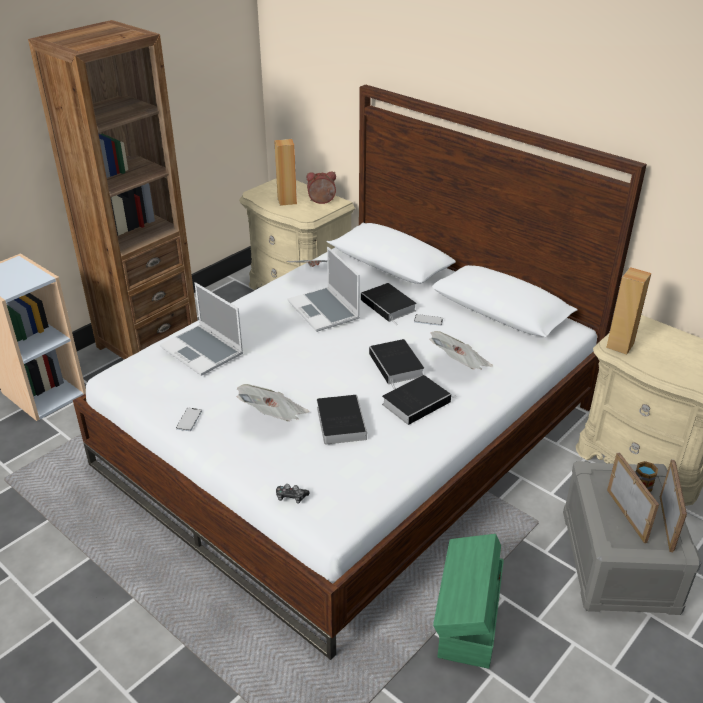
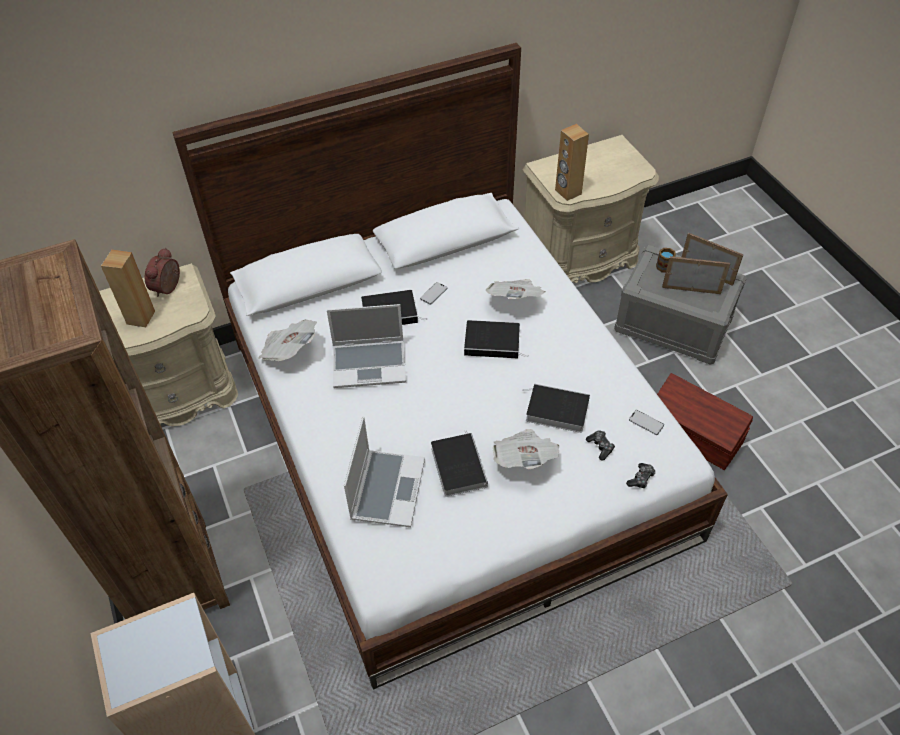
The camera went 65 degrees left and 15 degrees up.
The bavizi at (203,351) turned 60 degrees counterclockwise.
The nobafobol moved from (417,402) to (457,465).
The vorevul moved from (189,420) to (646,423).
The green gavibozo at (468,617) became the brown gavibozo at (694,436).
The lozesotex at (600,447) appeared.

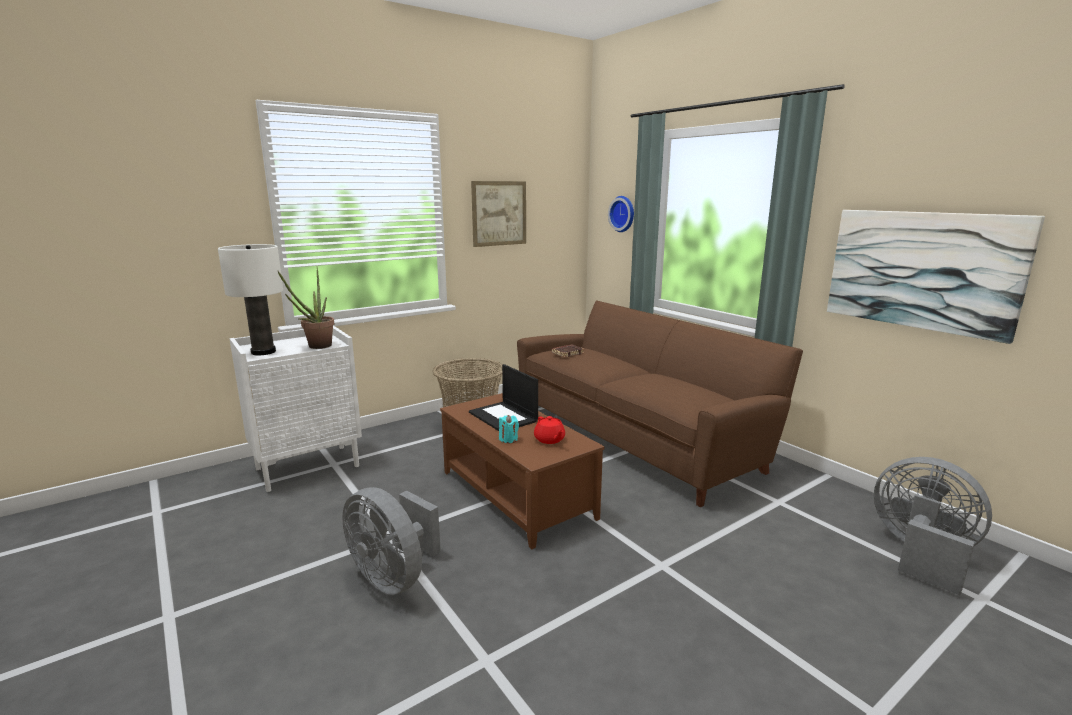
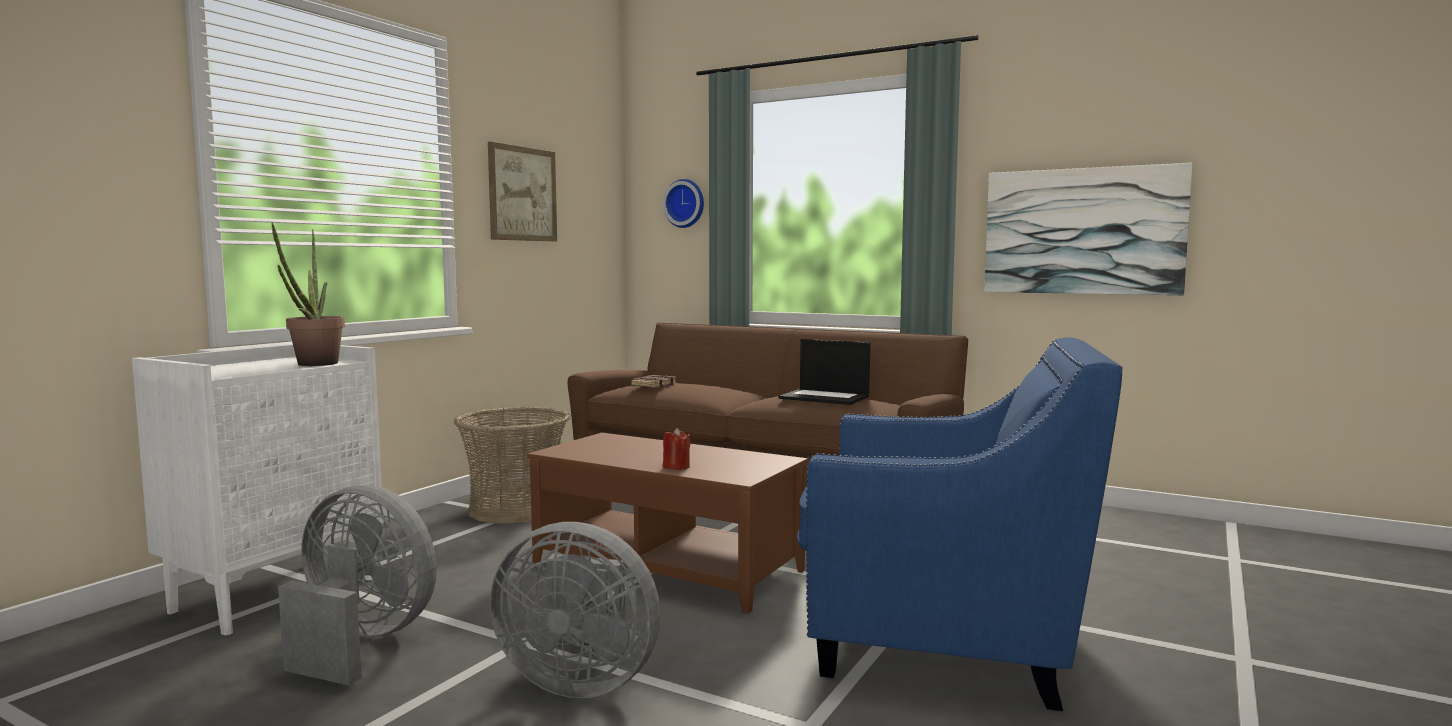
The camera went 25 degrees left and 10 degrees down.
The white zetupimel at (263,352) disappeared.
The bavizi moved from (504,417) to (825,397).
The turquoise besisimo at (508,439) became the red besisimo at (676,466).
The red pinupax at (549,440) disappeared.
The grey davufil moved from (920,554) to (361,642).
The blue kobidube at (944,640) appeared.

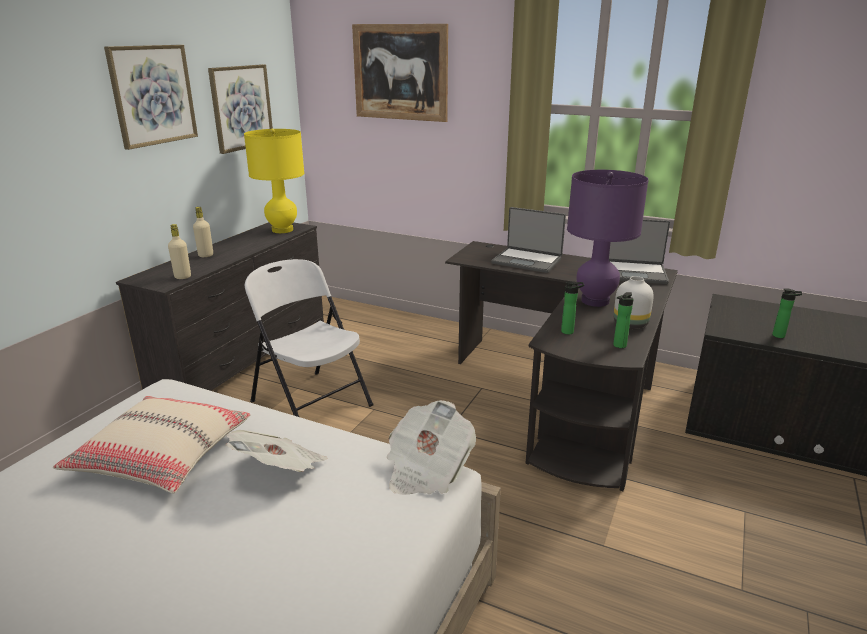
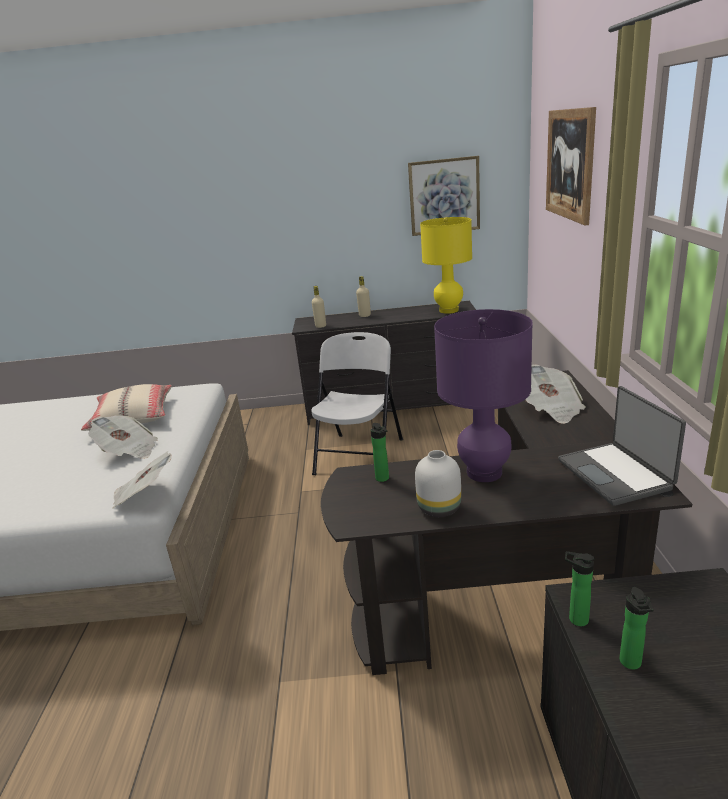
The camera went 65 degrees right and 0 degrees up.
The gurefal at (153,95) disappeared.
The bavizi at (527,261) was replaced by the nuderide at (551,409).
The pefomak moved from (618,346) to (575,619).

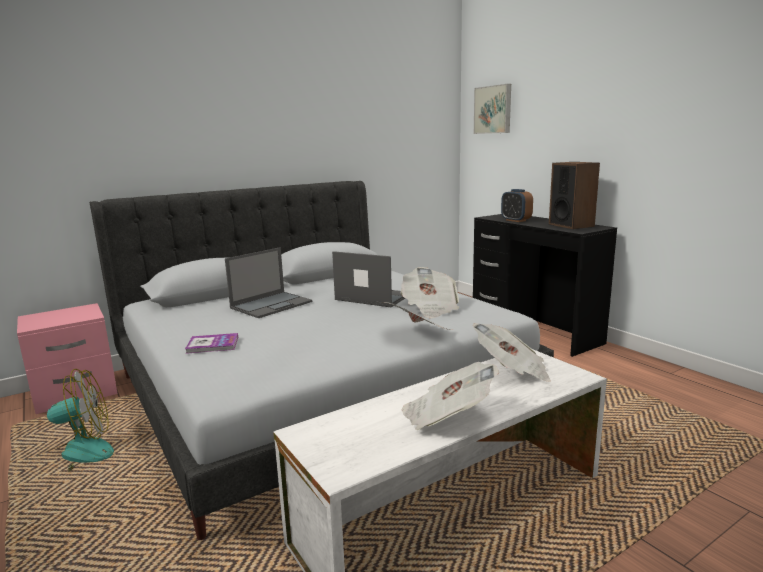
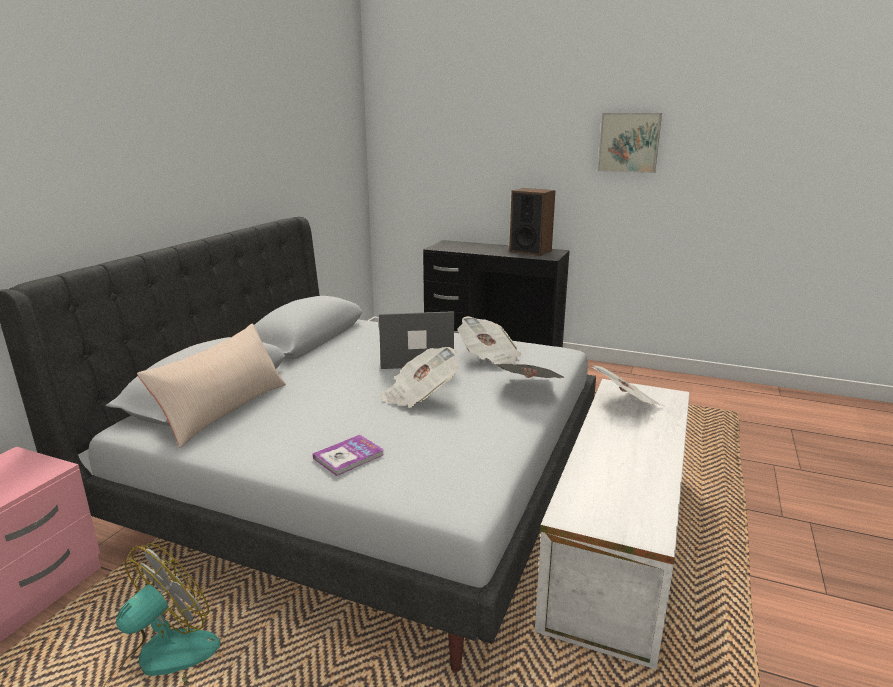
The camera went 35 degrees left and 5 degrees up.
The gurefal moved from (493,109) to (629,142).
The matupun at (516,220) disappeared.
The bavizi at (272,304) disappeared.
The nuderide moved from (447,417) to (419,395).
The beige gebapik at (224,410) appeared.

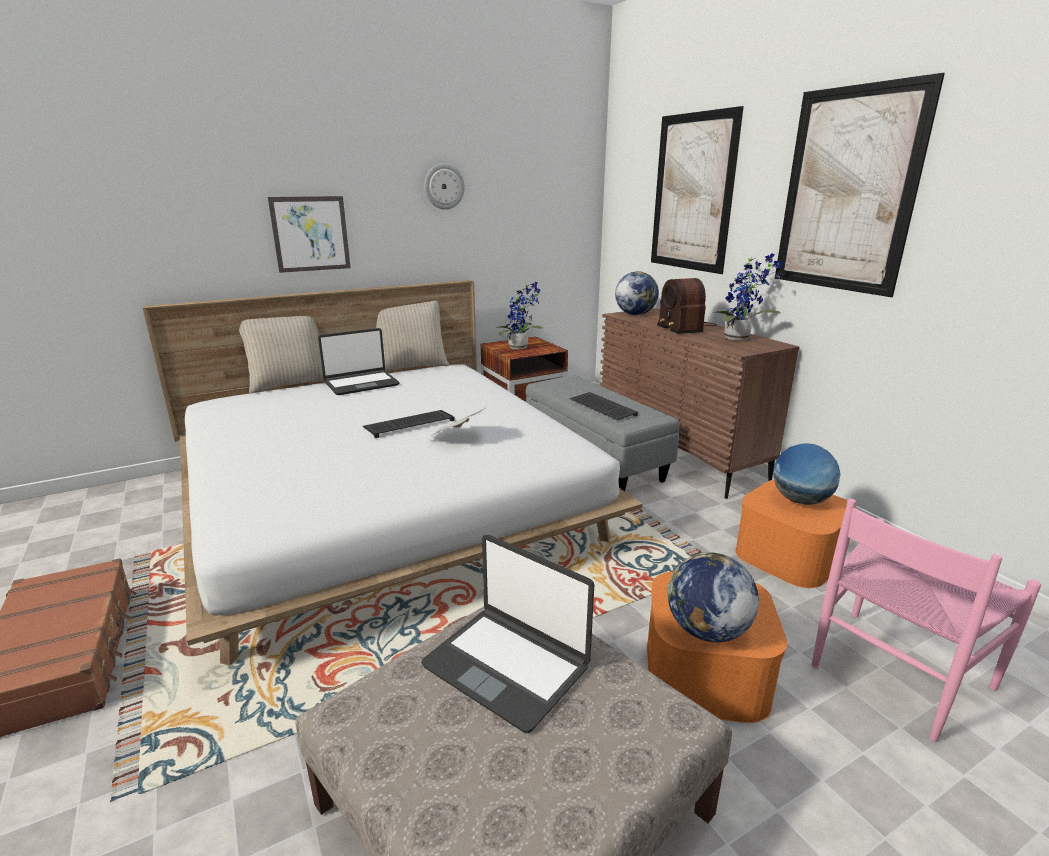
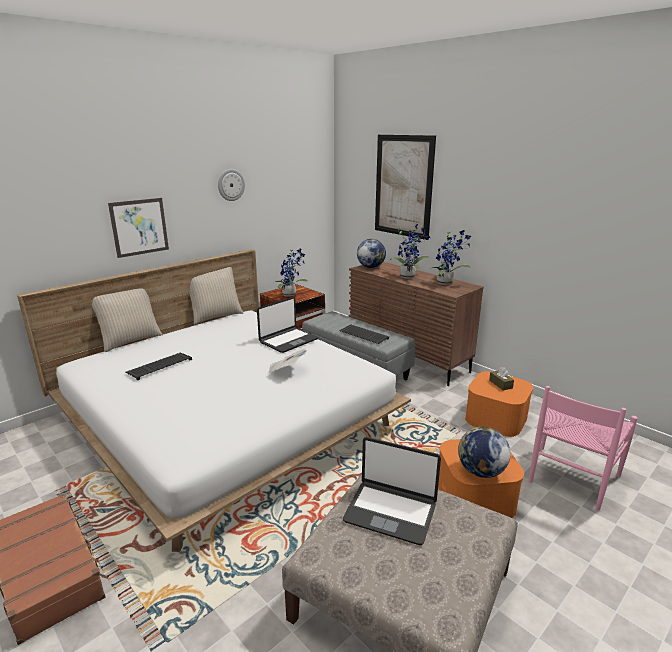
The camera went 15 degrees left and 0 degrees up.
The gurefal at (847,191) disappeared.
The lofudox at (684,327) was replaced by the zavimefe at (408,276).
The bavizi moved from (361,384) to (288,340).
The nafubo moved from (410,424) to (160,366).
The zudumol at (800,500) was replaced by the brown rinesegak at (500,384).

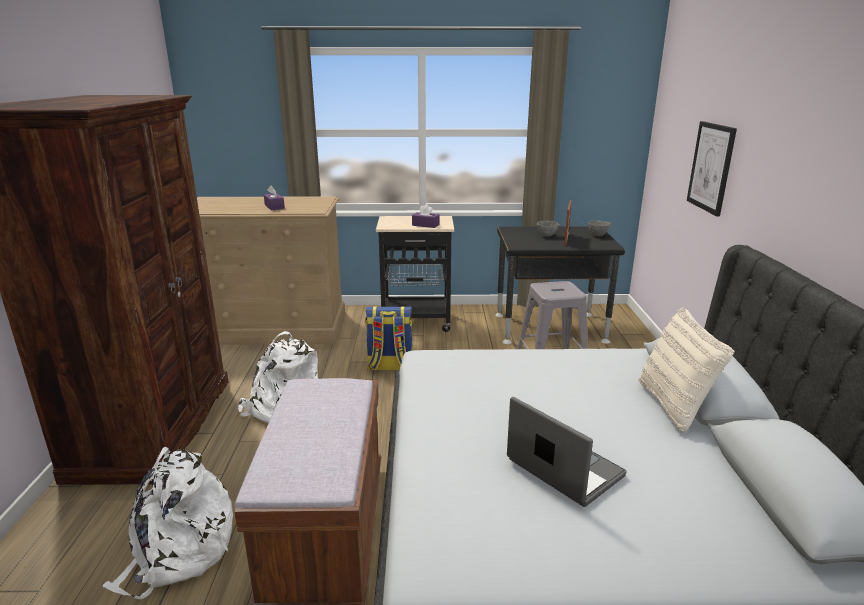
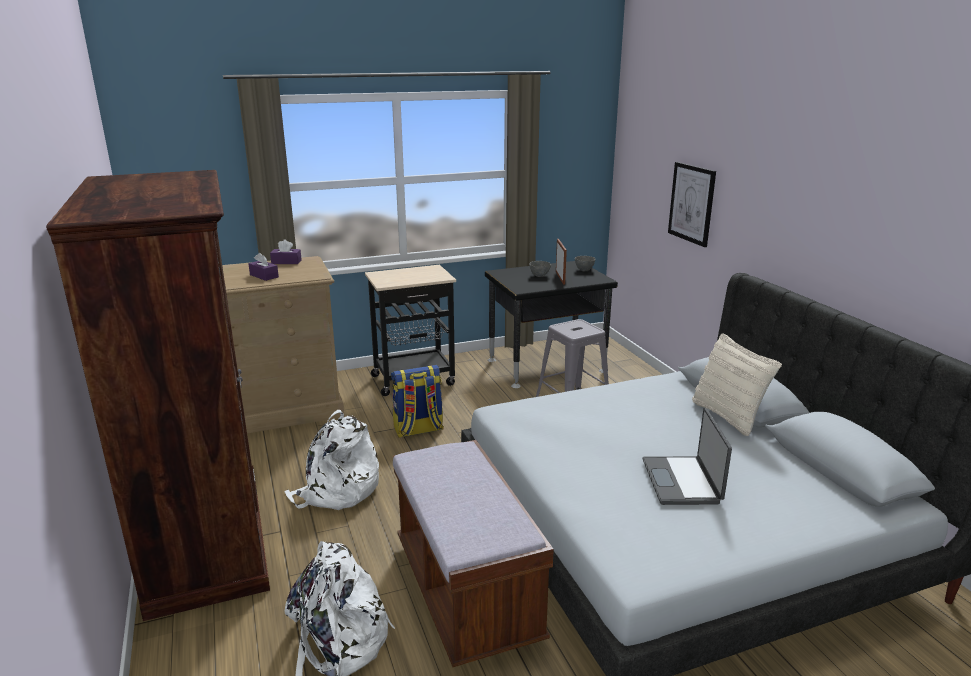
The camera went 20 degrees left and 0 degrees up.
The purple rinesegak moved from (425,225) to (286,262).
The bavizi at (563,469) turned 120 degrees counterclockwise.

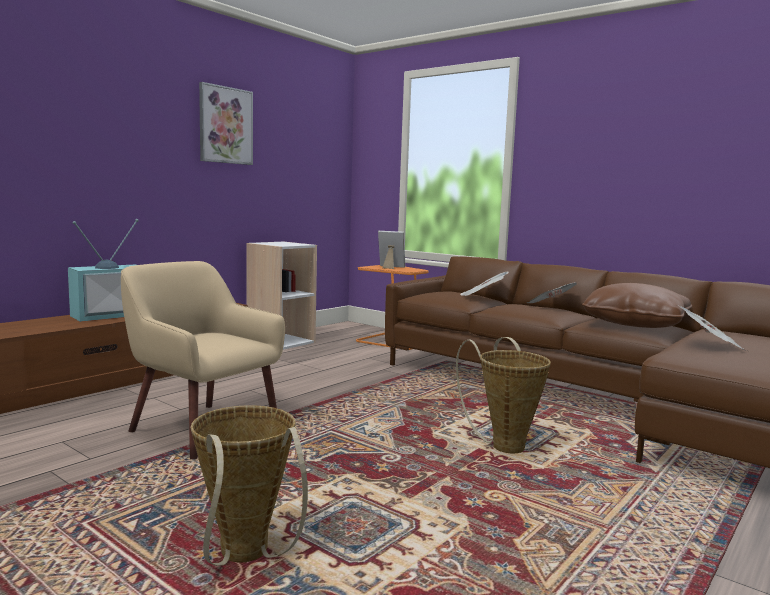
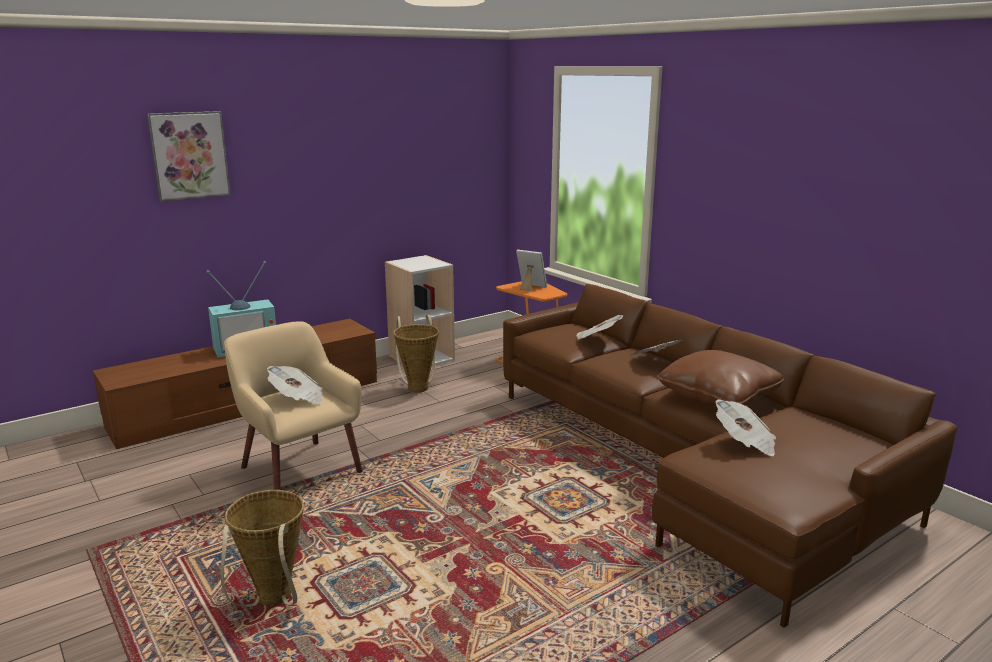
The camera went 15 degrees right and 10 degrees up.
The gurefal moved from (225,125) to (189,155).
The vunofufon moved from (504,445) to (418,386).
The nuderide at (298,398) appeared.

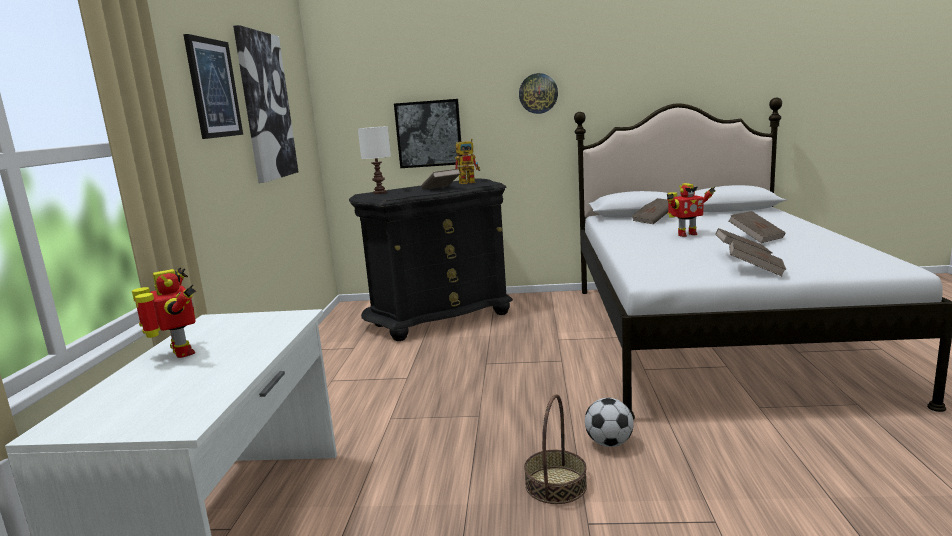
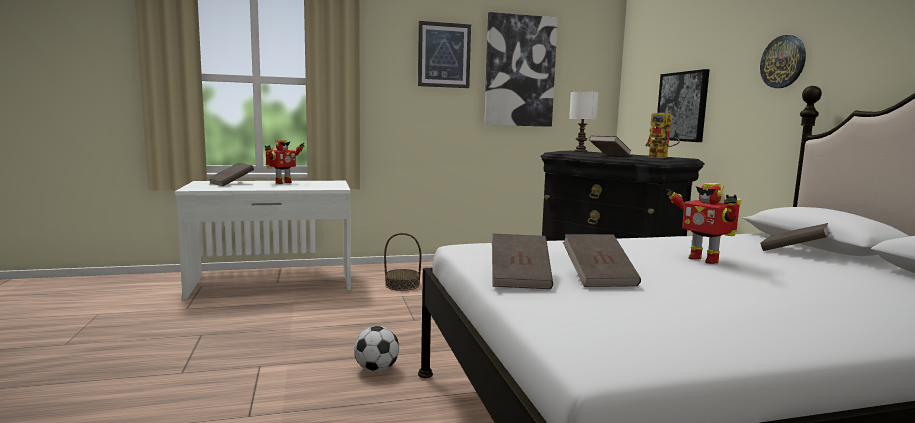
The camera went 70 degrees right and 5 degrees down.
The brown nobafobol moved from (756,238) to (231,183).
The vunofufon moved from (555,485) to (402,285).

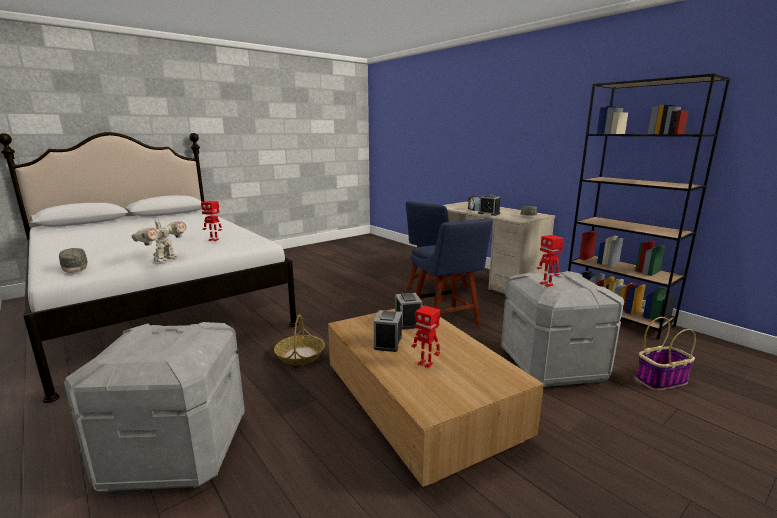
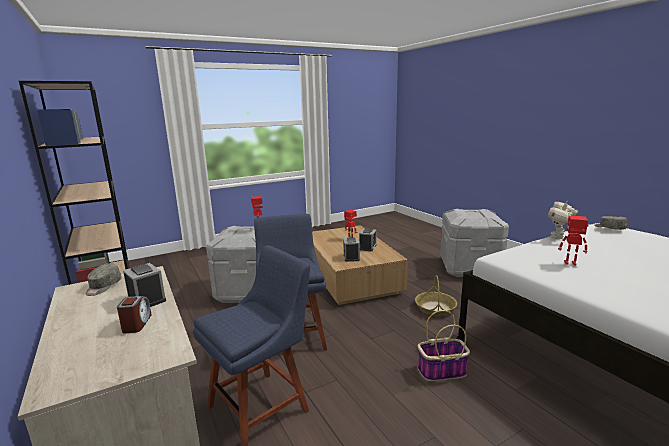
The camera went 170 degrees left and 0 degrees up.
The vunofufon moved from (661,380) to (441,371).

